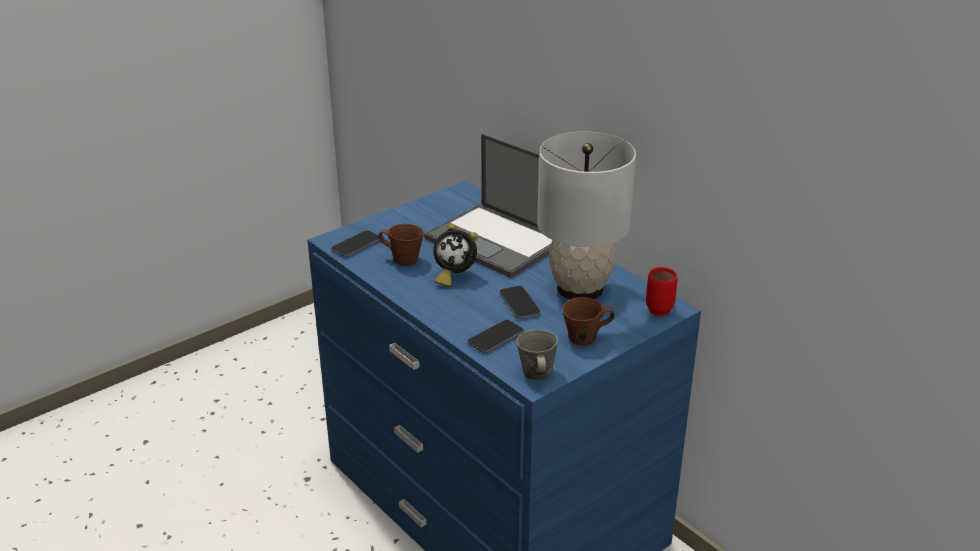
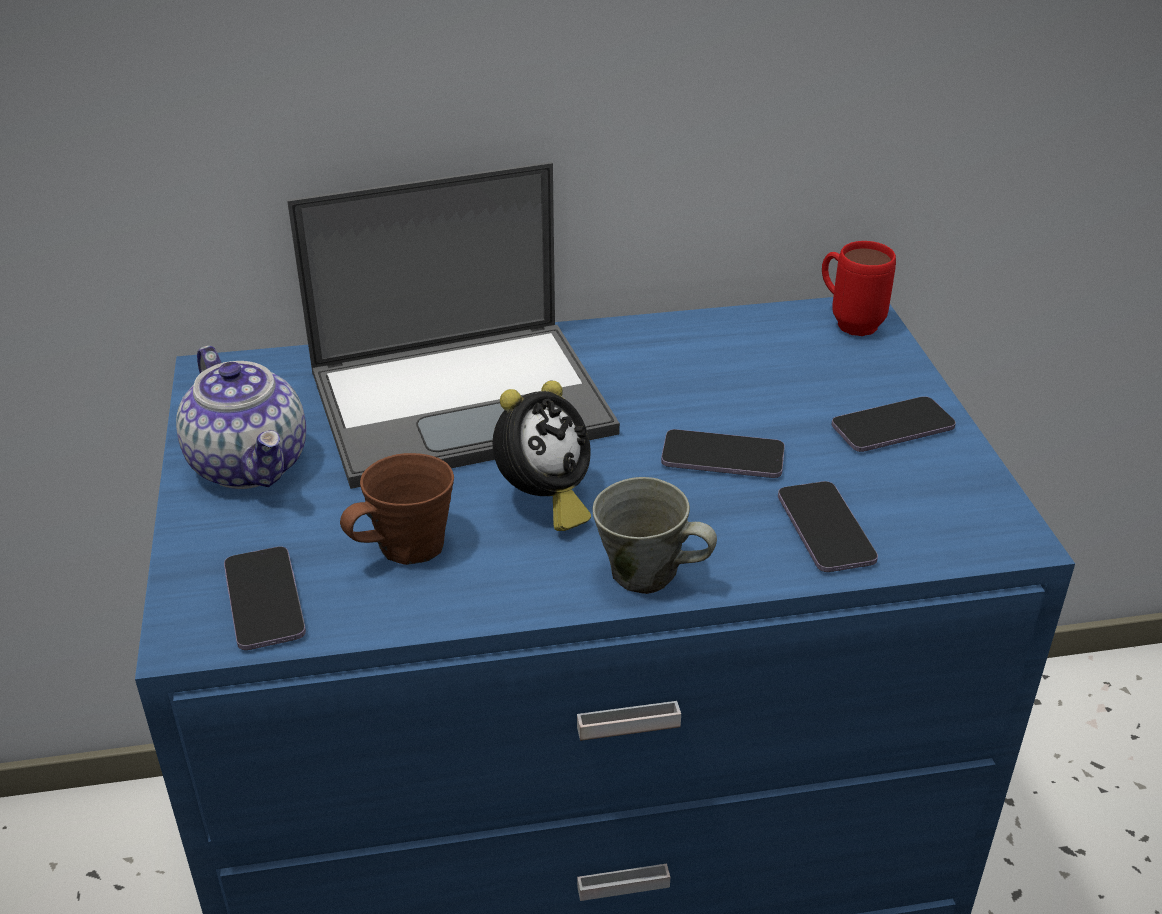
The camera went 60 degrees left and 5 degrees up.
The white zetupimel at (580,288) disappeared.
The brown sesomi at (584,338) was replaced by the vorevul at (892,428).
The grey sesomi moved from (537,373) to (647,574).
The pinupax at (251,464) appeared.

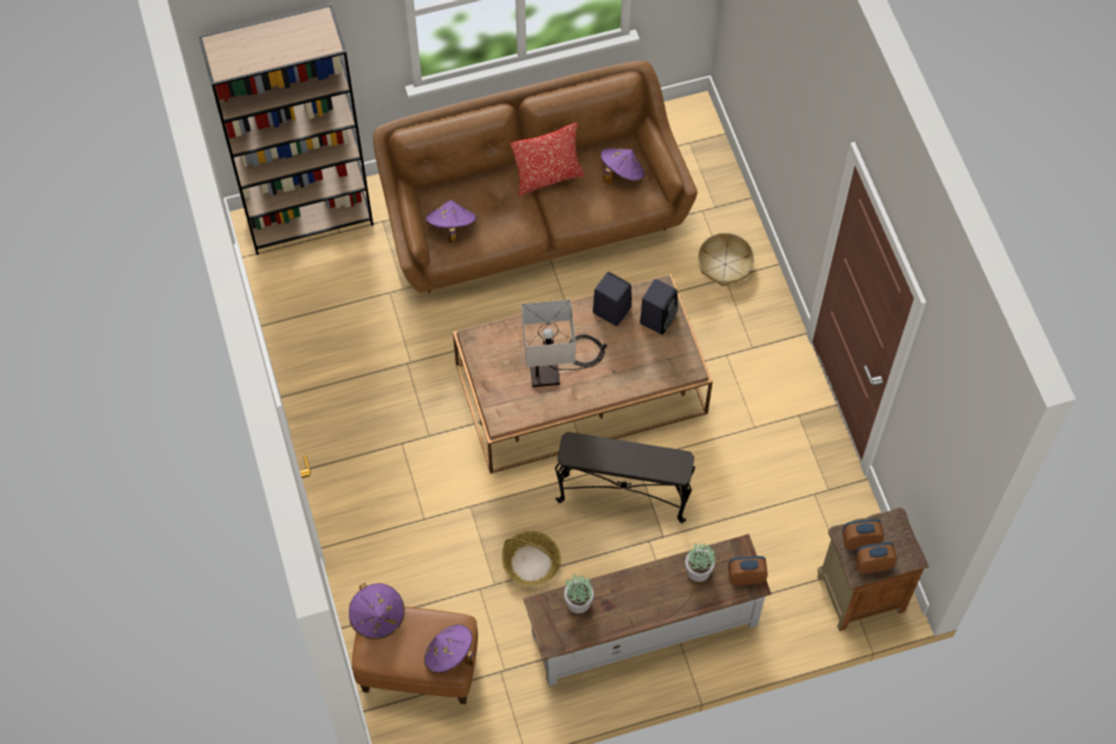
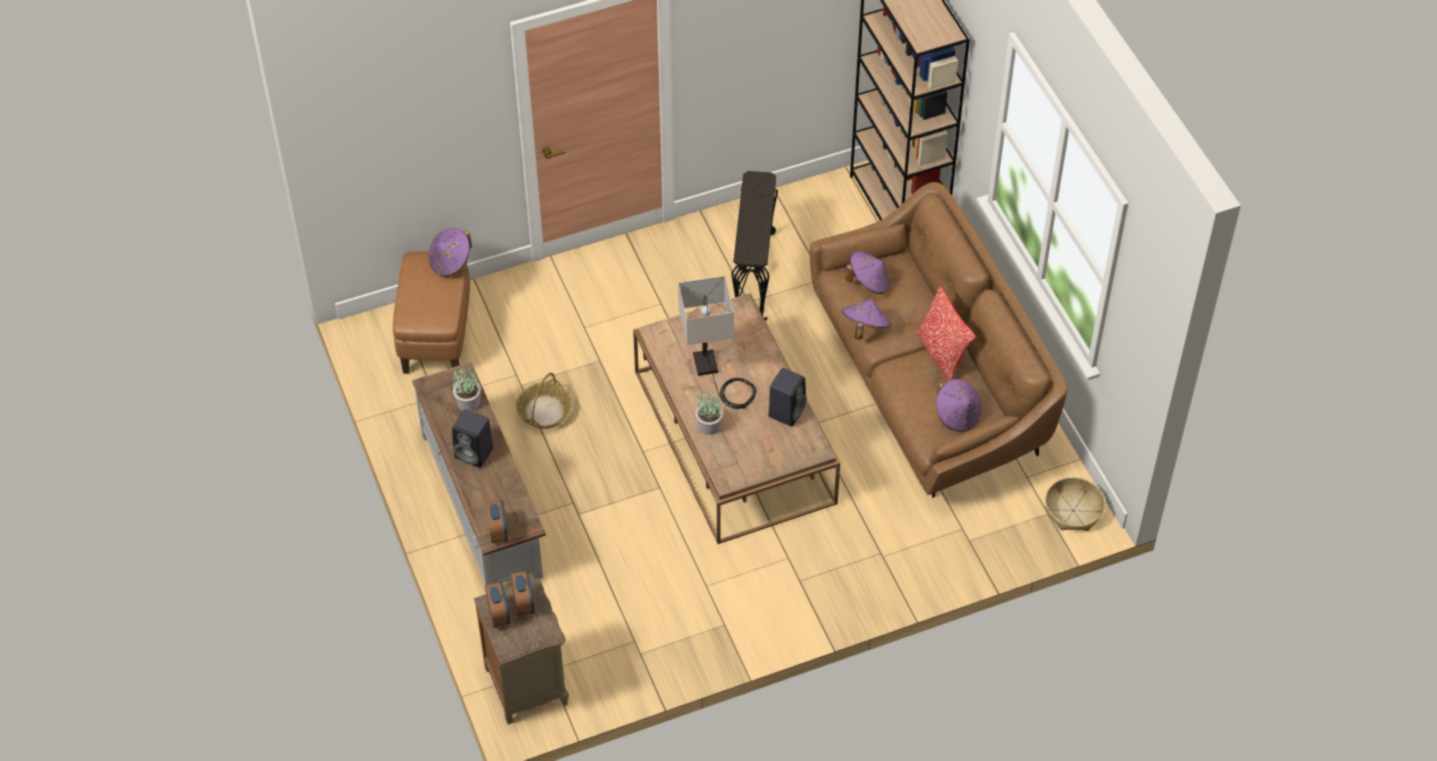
The camera went 85 degrees right and 10 degrees down.
The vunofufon moved from (725,264) to (1073,511).
The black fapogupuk moved from (658,317) to (475,453).
The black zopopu moved from (622,498) to (753,276).
The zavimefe moved from (698,571) to (708,425).
The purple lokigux moved from (449,655) to (865,327).

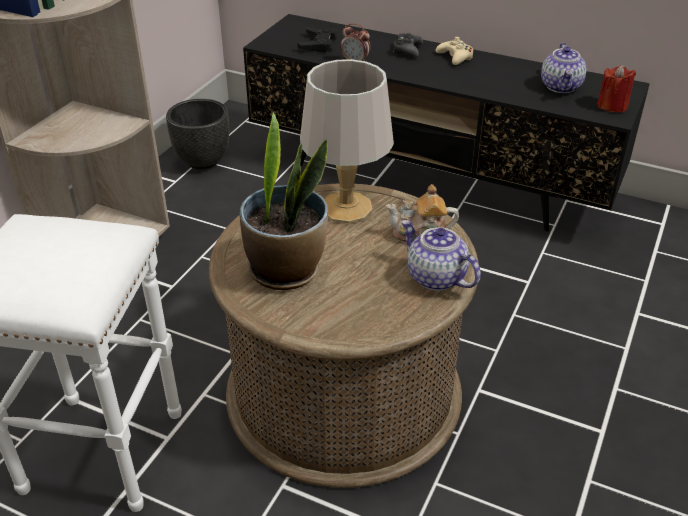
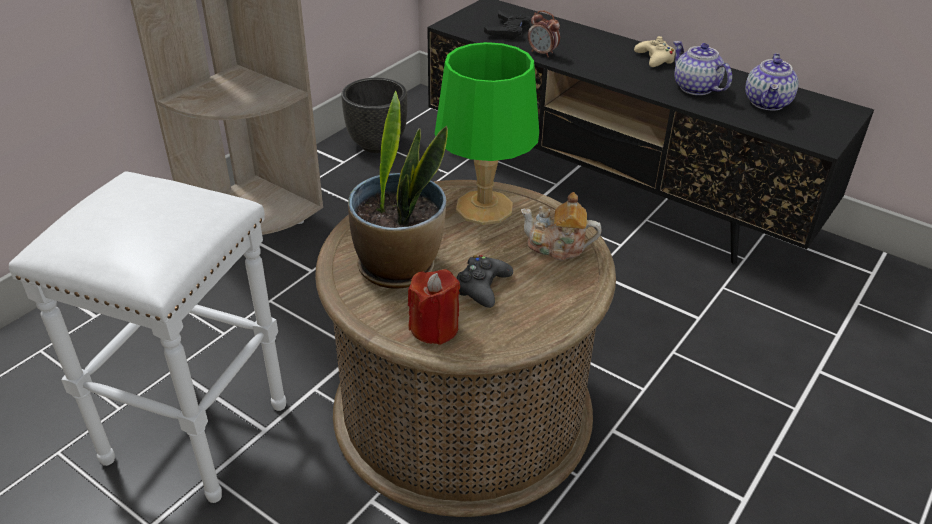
The camera went 10 degrees right and 0 degrees up.
The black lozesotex moved from (407,50) to (482,287).
The grey zetupimel at (345,208) became the green zetupimel at (482,208).
The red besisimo moved from (612,106) to (434,328).
The pinupax moved from (435,277) to (695,88).

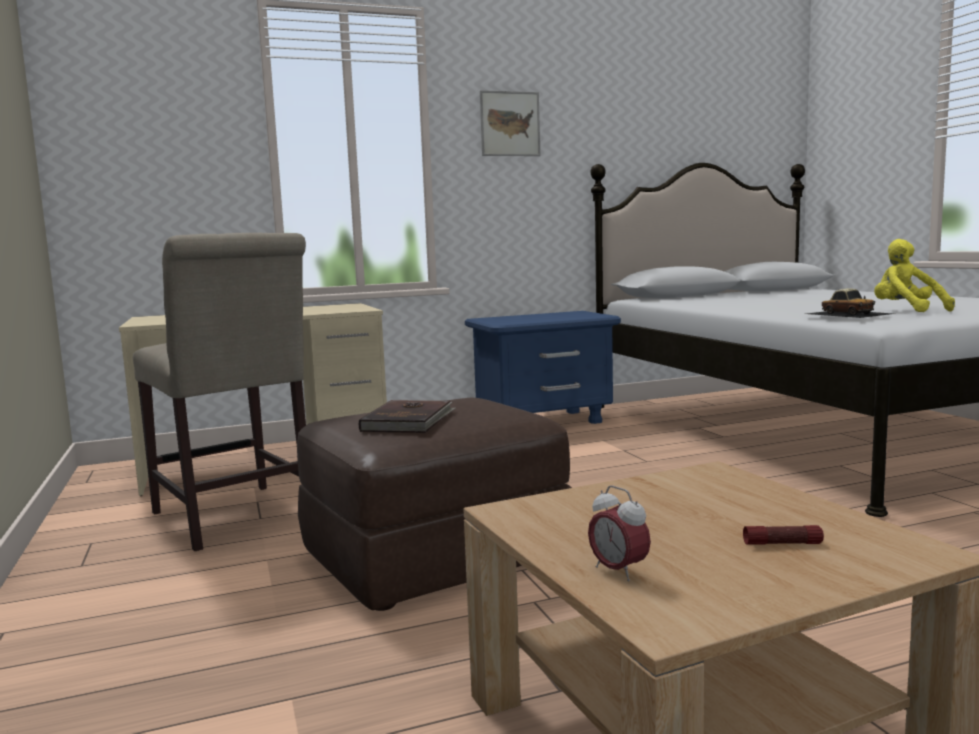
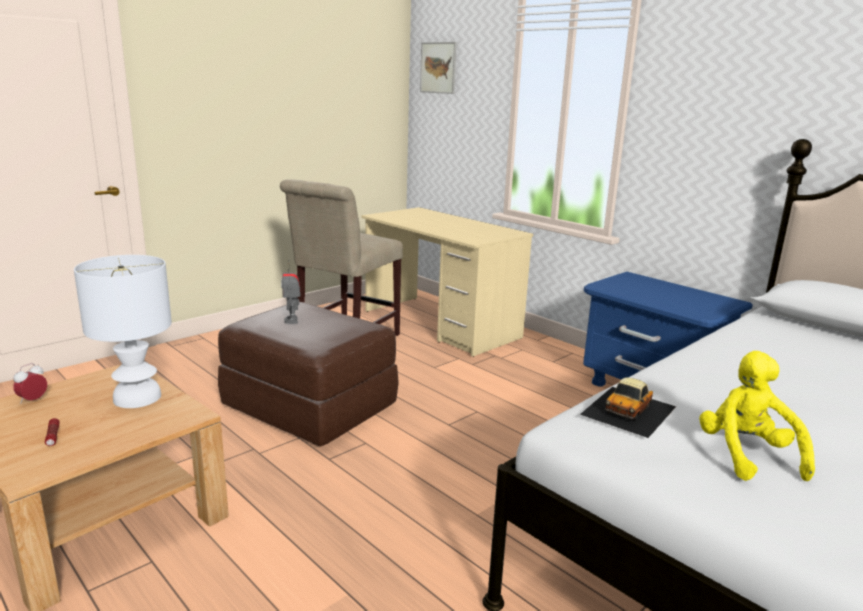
The camera went 65 degrees right and 10 degrees up.
The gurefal moved from (510,124) to (438,68).
The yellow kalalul at (906,311) turned 45 degrees counterclockwise.
The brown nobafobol at (409,421) was replaced by the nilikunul at (292,320).
The white zetupimel at (136,397) appeared.

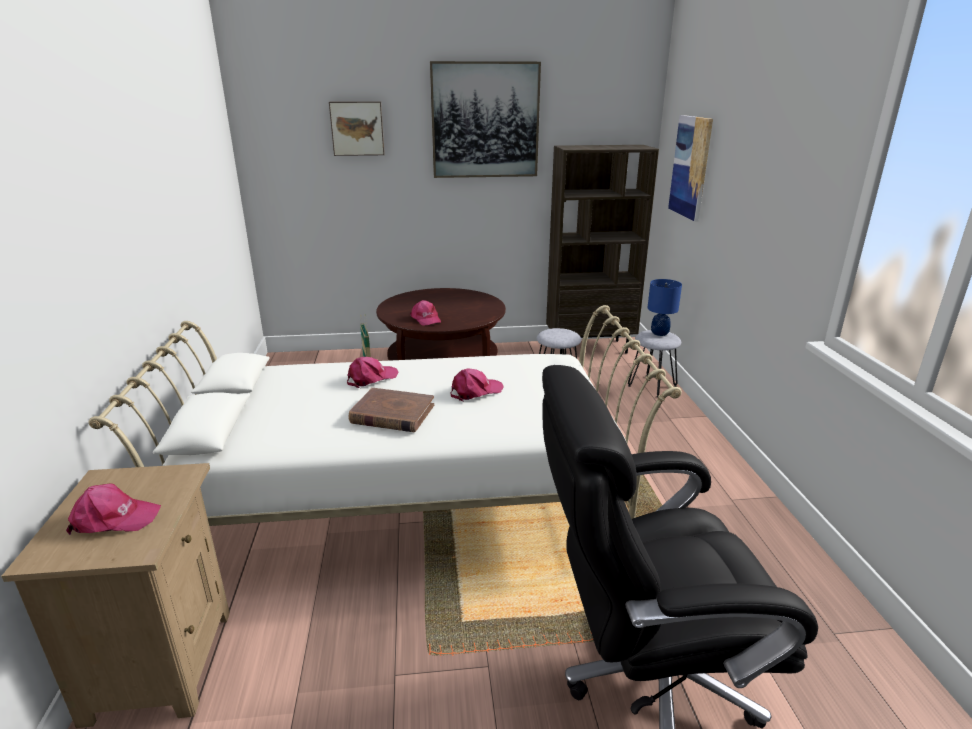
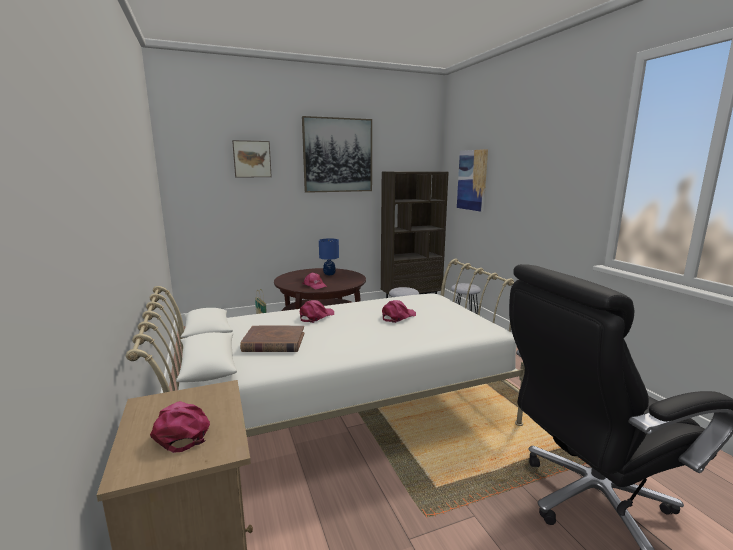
The camera went 15 degrees left and 10 degrees down.
The blue zetupimel moved from (659,333) to (329,274).
The brown nobafobol moved from (392,414) to (274,342).
The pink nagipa at (114,519) turned 90 degrees counterclockwise.

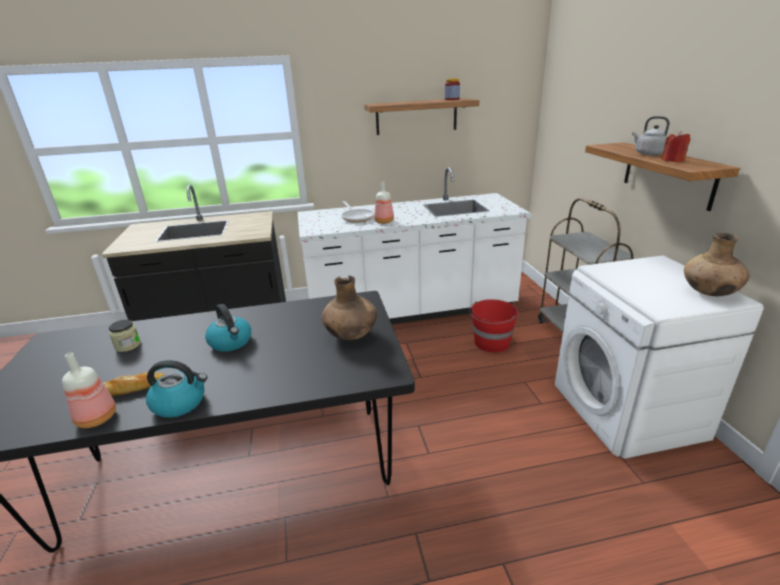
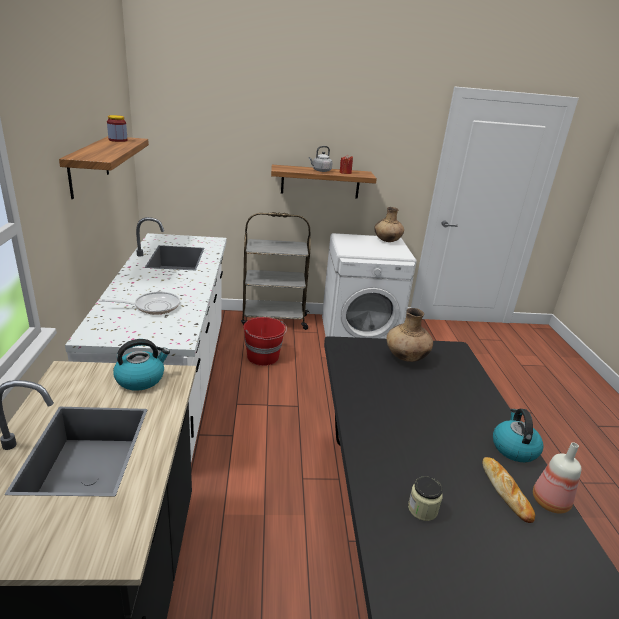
The camera went 85 degrees left and 0 degrees up.
The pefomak at (383,222) disappeared.
The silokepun moved from (231,342) to (141,379).

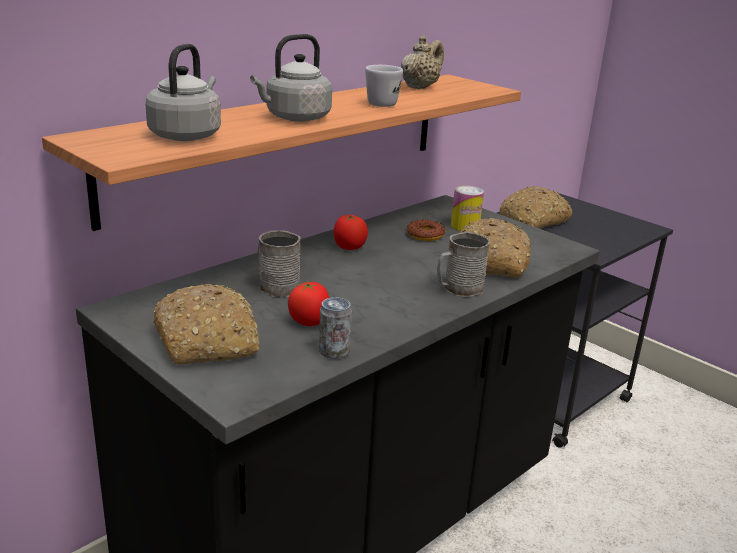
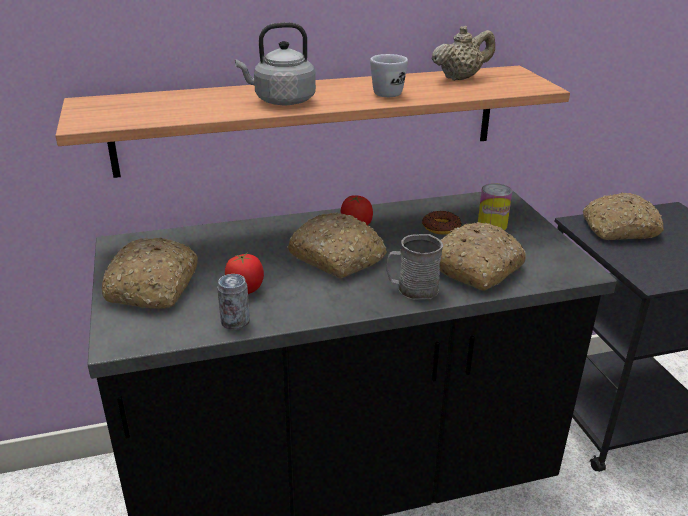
The camera went 30 degrees right and 5 degrees up.
The grey silokepun at (187,135) disappeared.
The grey sesomi at (275,286) disappeared.
The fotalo at (338,257) appeared.

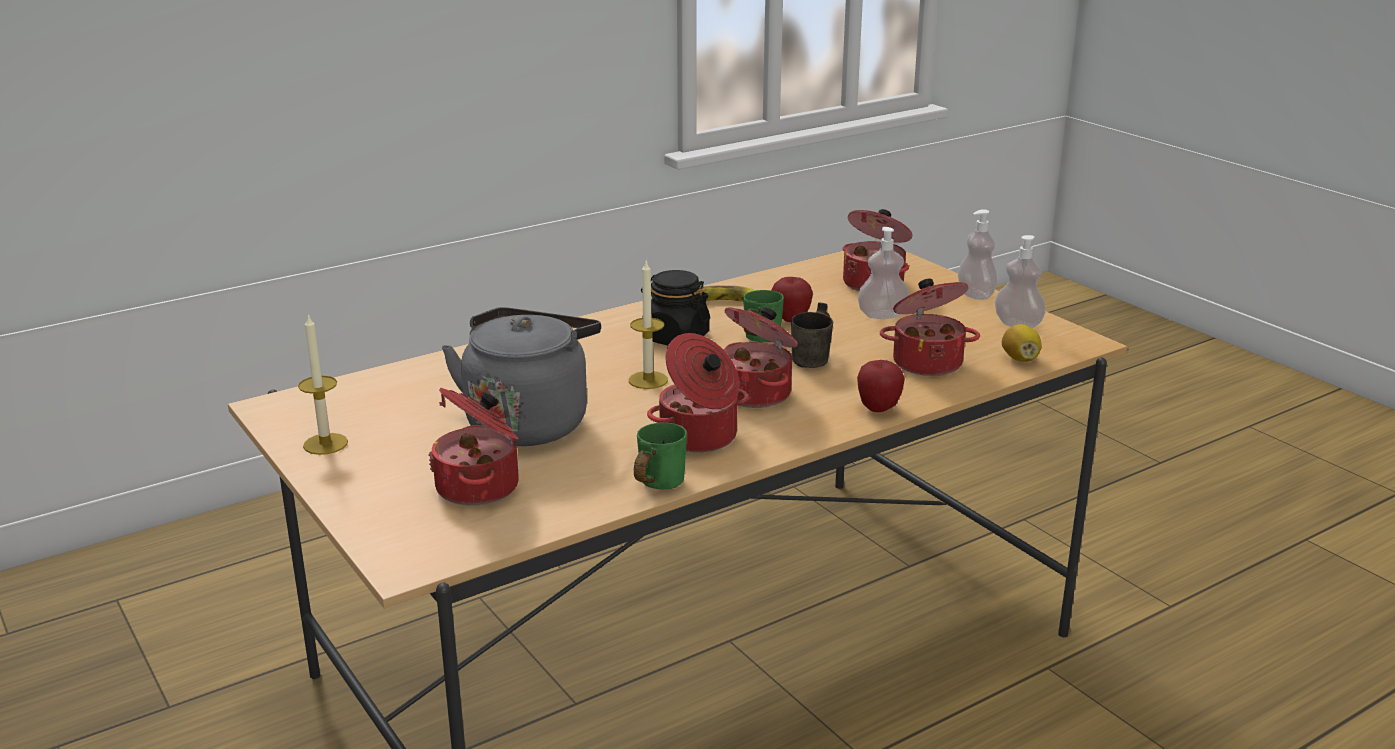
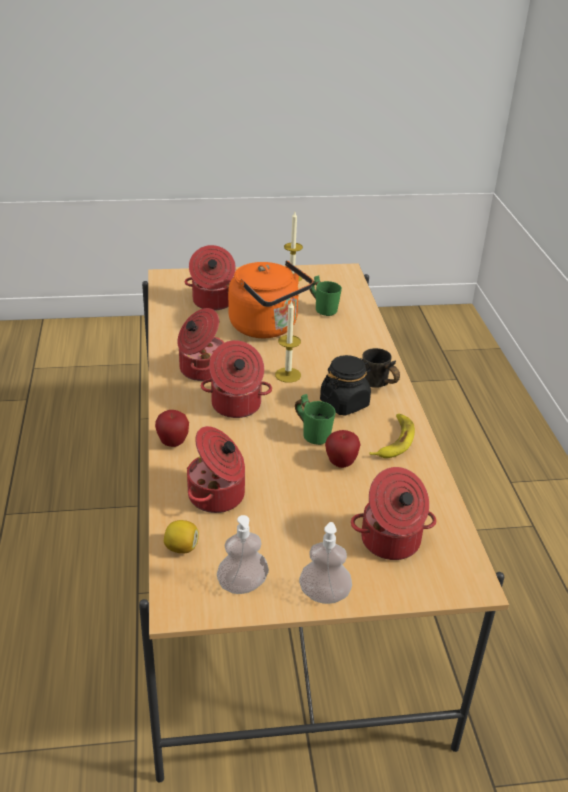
The camera went 115 degrees right and 10 degrees up.
The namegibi at (882,315) disappeared.
The grey sesomi moved from (817,360) to (376,386).
The grey silokepun at (529,422) became the orange silokepun at (267,327).
The green sesomi moved from (653,486) to (325,309).

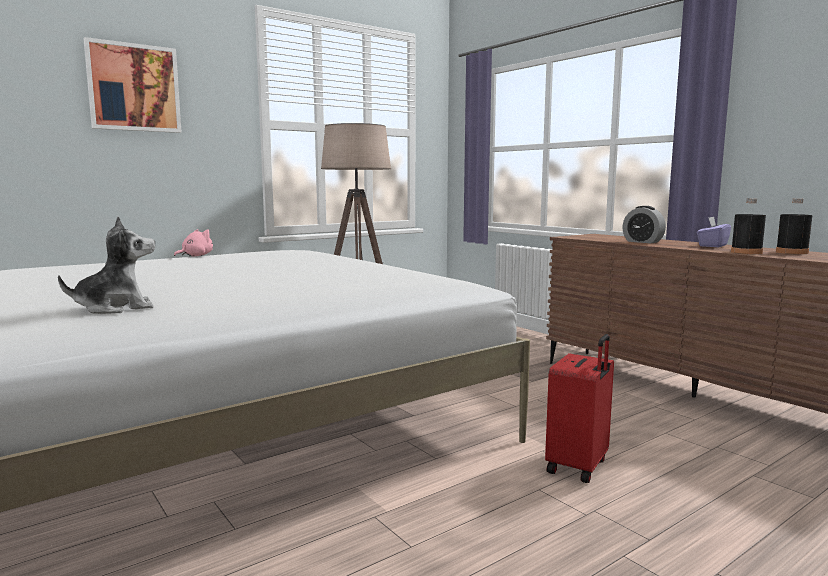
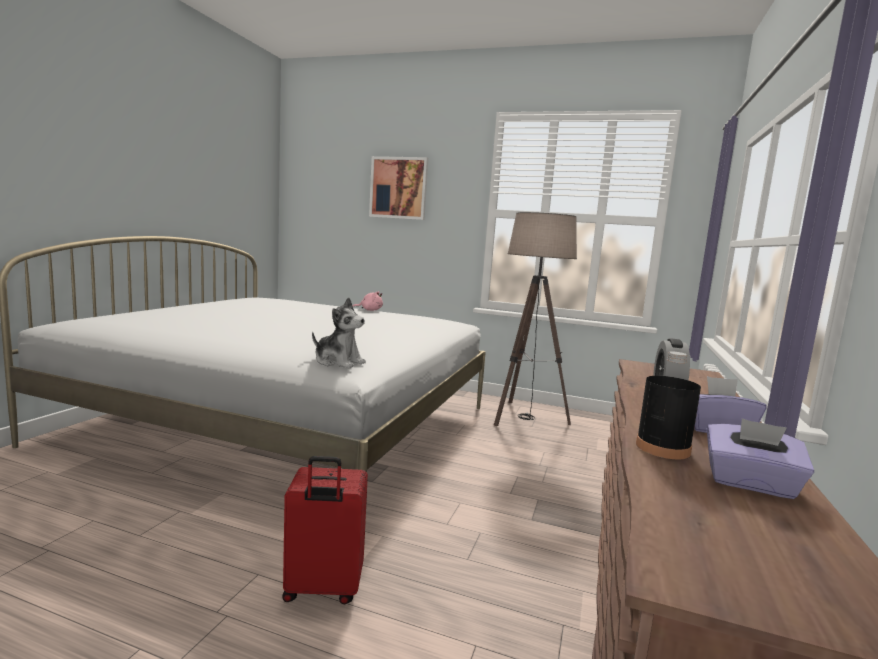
The camera went 55 degrees right and 0 degrees up.
The black pefomak at (791,252) was replaced by the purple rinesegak at (750,484).
The kalalul moved from (116,308) to (338,362).

